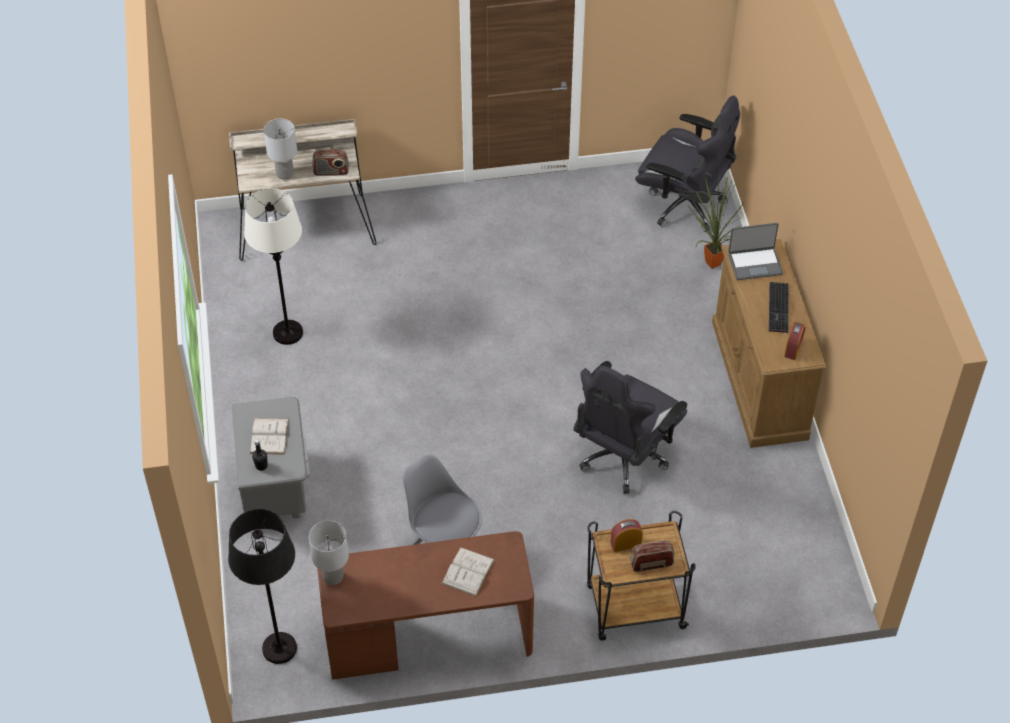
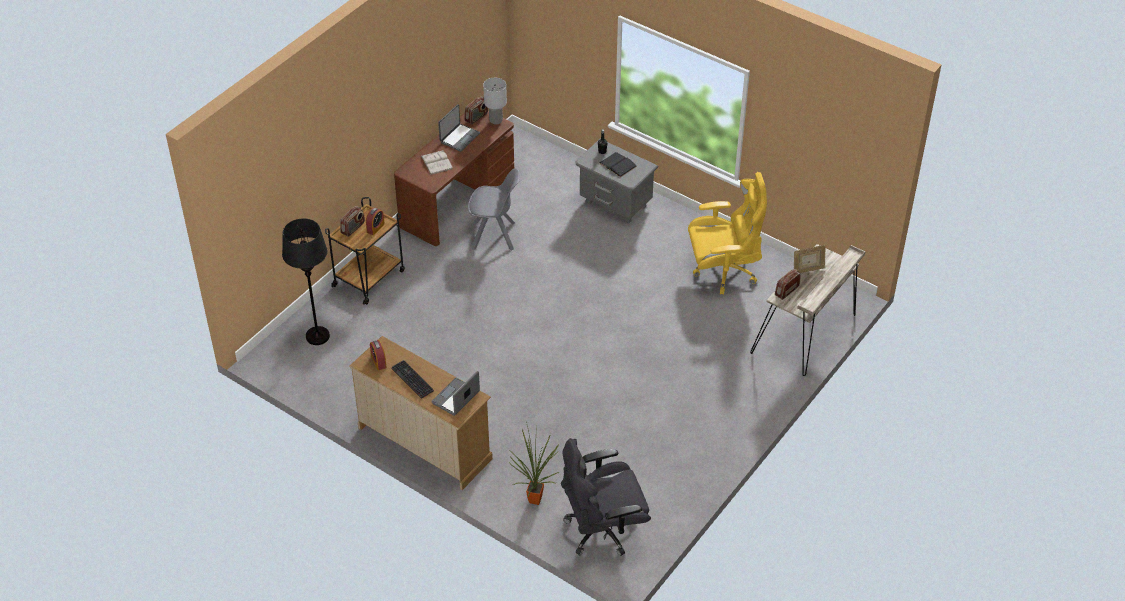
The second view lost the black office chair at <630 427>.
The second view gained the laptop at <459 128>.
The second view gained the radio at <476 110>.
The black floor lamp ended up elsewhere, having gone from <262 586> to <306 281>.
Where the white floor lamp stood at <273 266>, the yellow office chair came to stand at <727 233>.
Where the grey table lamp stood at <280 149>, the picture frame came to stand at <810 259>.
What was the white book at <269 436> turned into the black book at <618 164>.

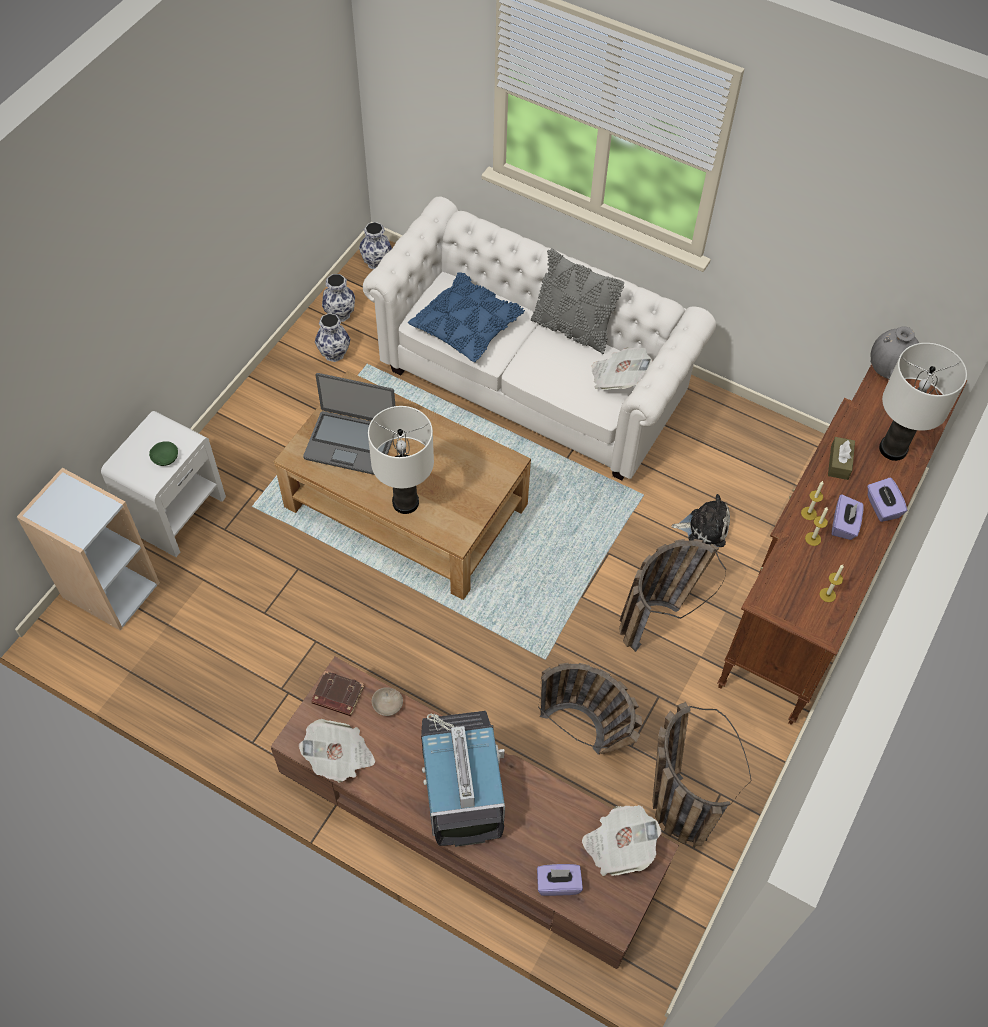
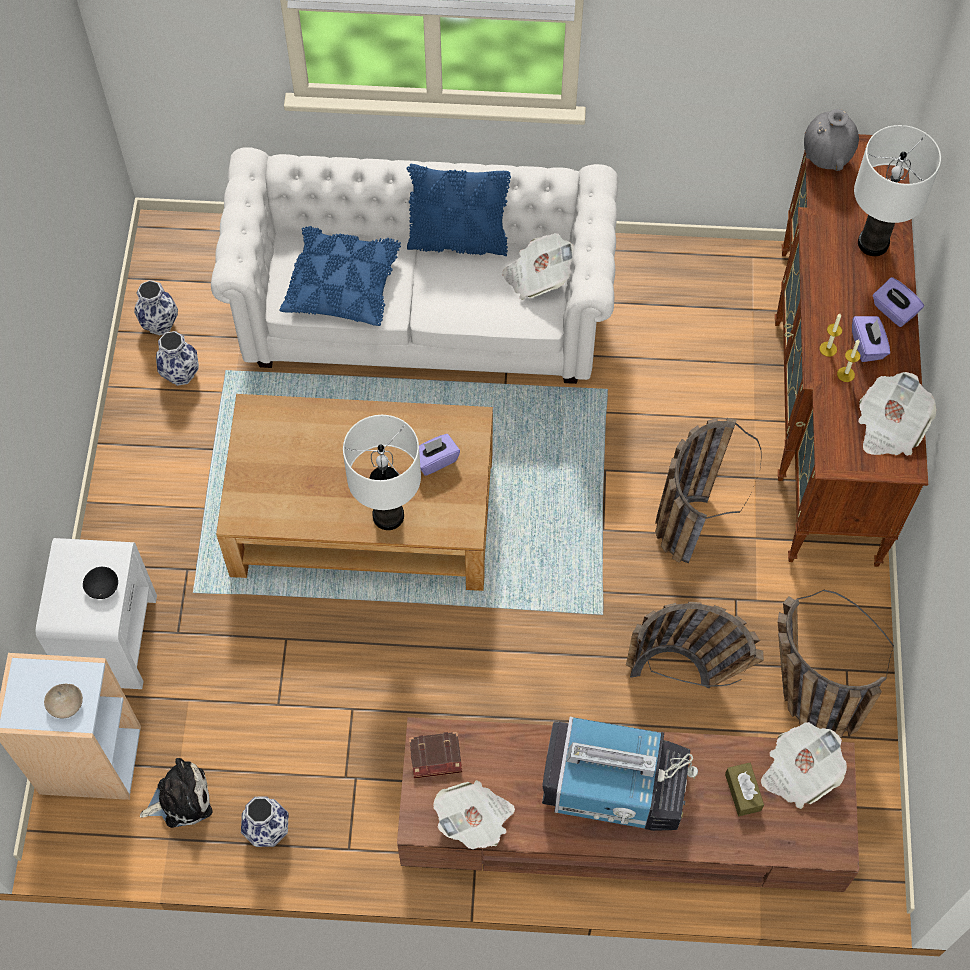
The second view lost the laptop at <349 424>.
The vase ended up elsewhere, having gone from <375 246> to <265 821>.
The beige bowl ended up elsewhere, having gone from <387 701> to <63 701>.
The purple tissue box ended up elsewhere, having gone from <560 880> to <439 455>.
The plush toy ended up elsewhere, having gone from <700 520> to <176 793>.
The brown tissue box ended up elsewhere, having gone from <841 458> to <744 789>.
Where the candle stood at <831 583>, the newspaper came to stand at <897 414>.
What was the green bowl at <163 453> turned into the black bowl at <100 583>.
What was the grey pillow at <577 301> turned into the blue pillow at <458 210>.
The television at <463 779> ended up facing another way, 135 degrees clockwise from before.

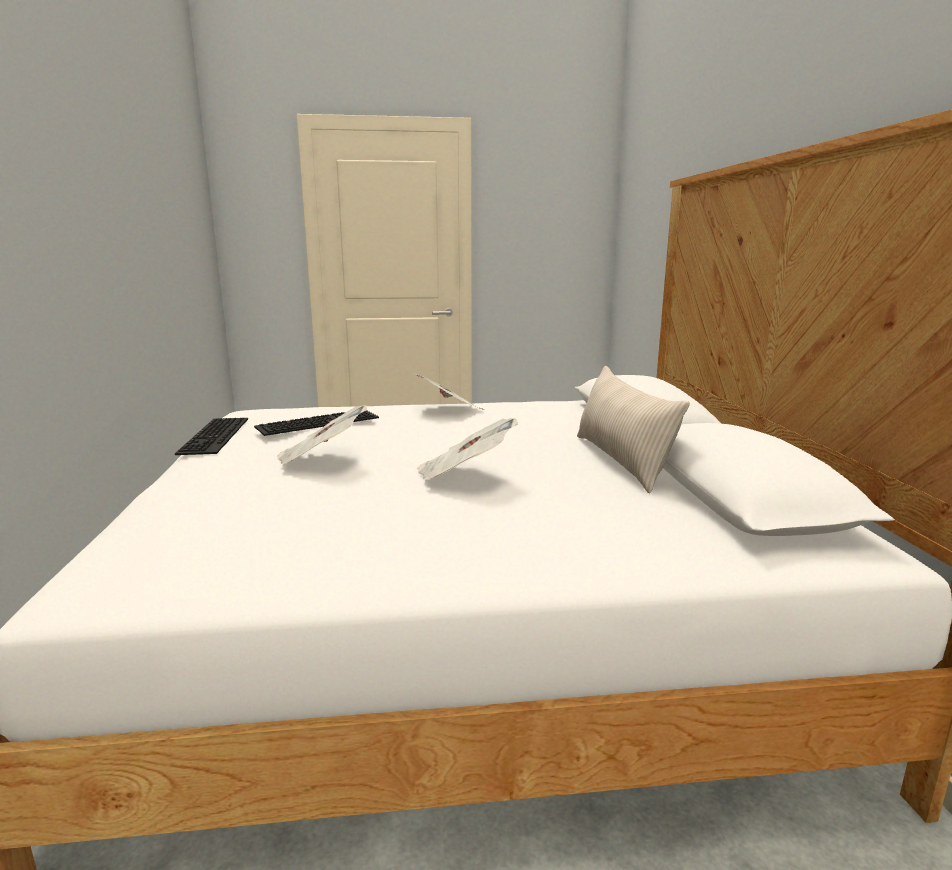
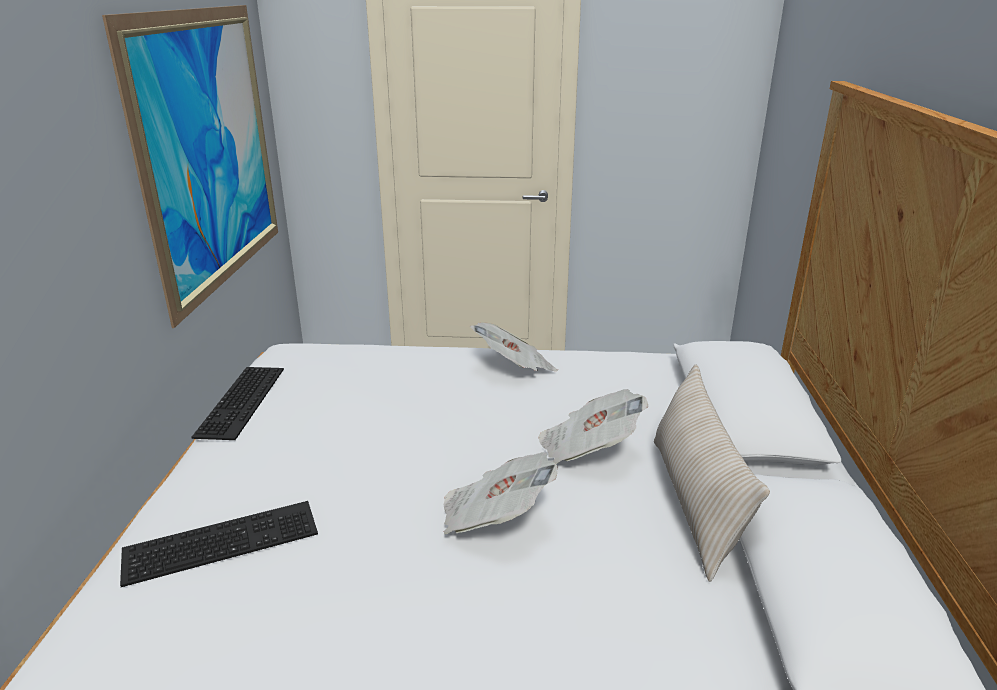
The second view gained the picture at <190 166>.
The keyboard ended up elsewhere, having gone from <316 423> to <219 544>.
The newspaper ended up elsewhere, having gone from <322 435> to <593 426>.

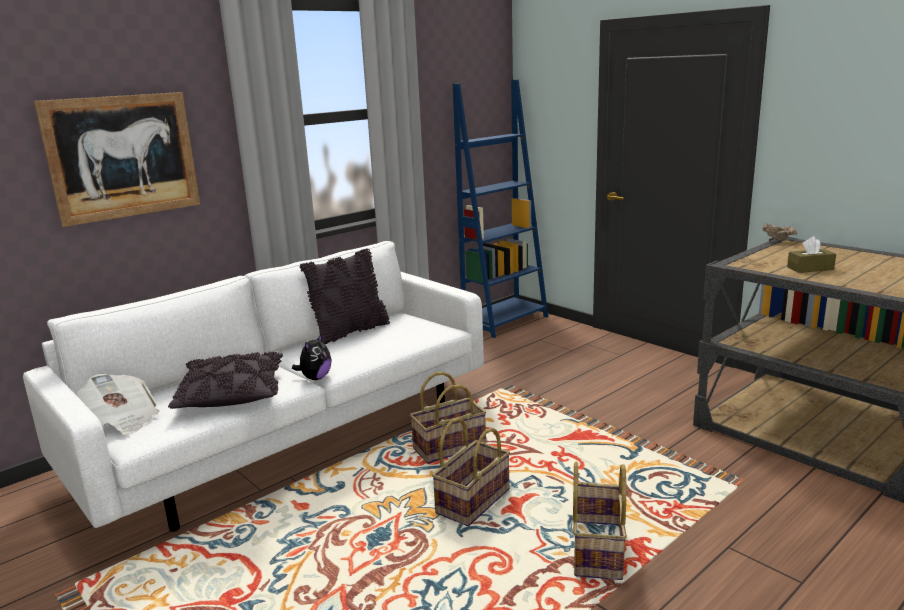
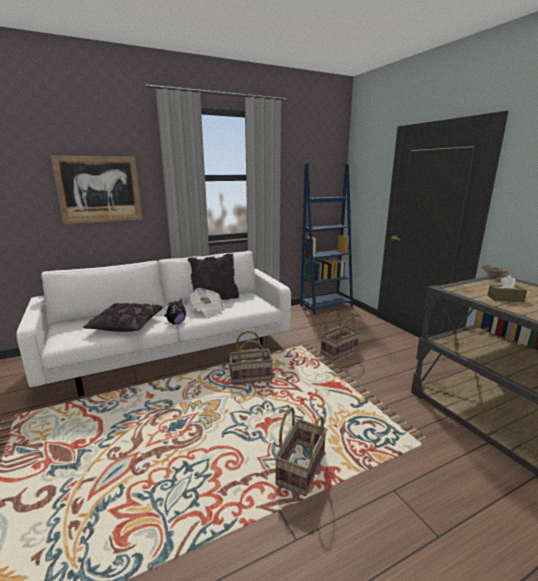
The newspaper ended up elsewhere, having gone from <118 404> to <207 303>.
The basket ended up elsewhere, having gone from <471 471> to <340 335>.

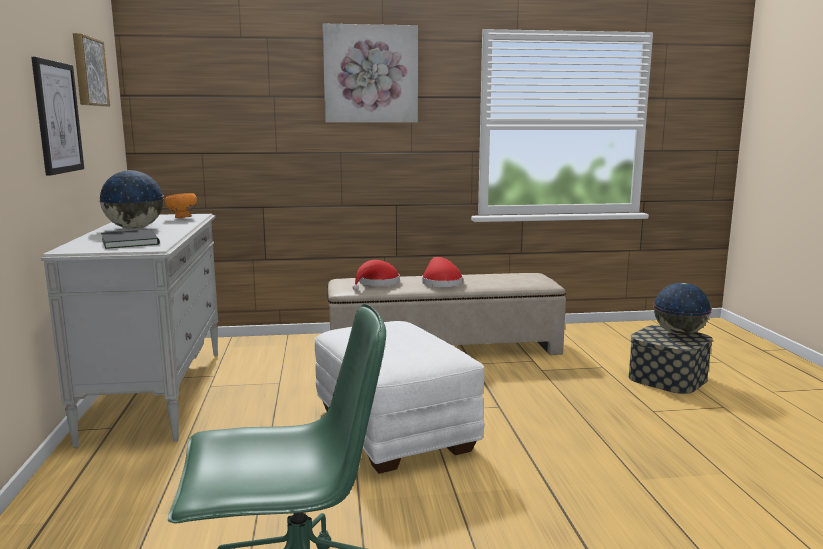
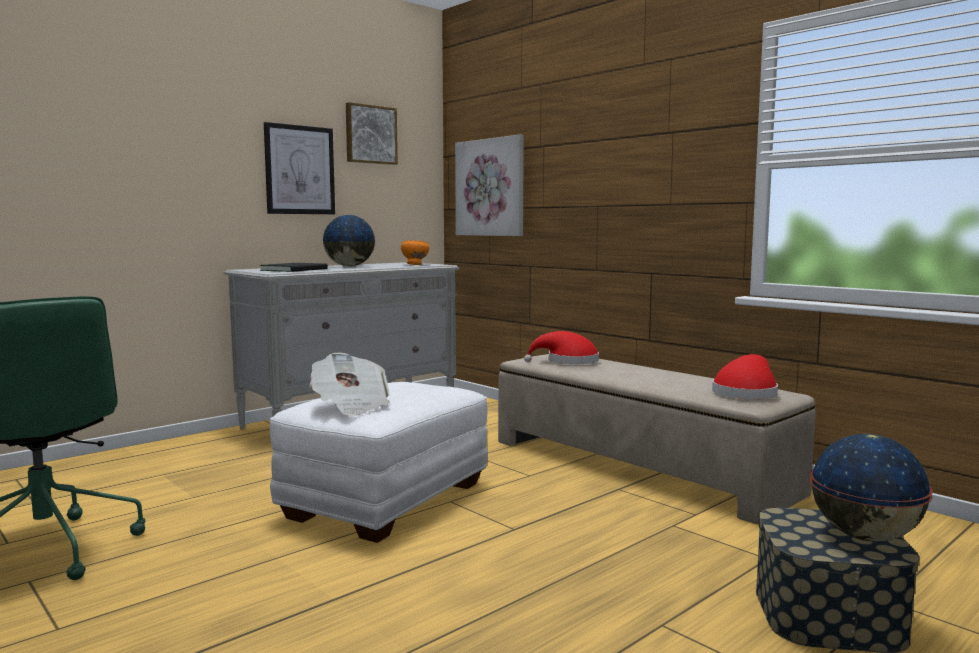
The second view gained the newspaper at <349 384>.
The picture ended up elsewhere, having gone from <370 73> to <489 185>.
The red hat ended up elsewhere, having gone from <442 272> to <745 376>.

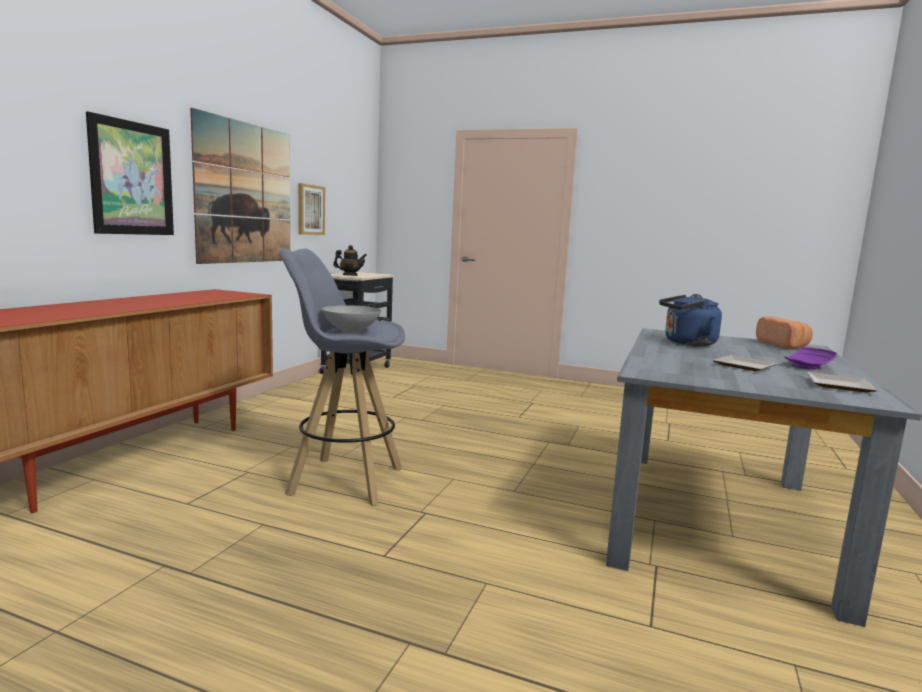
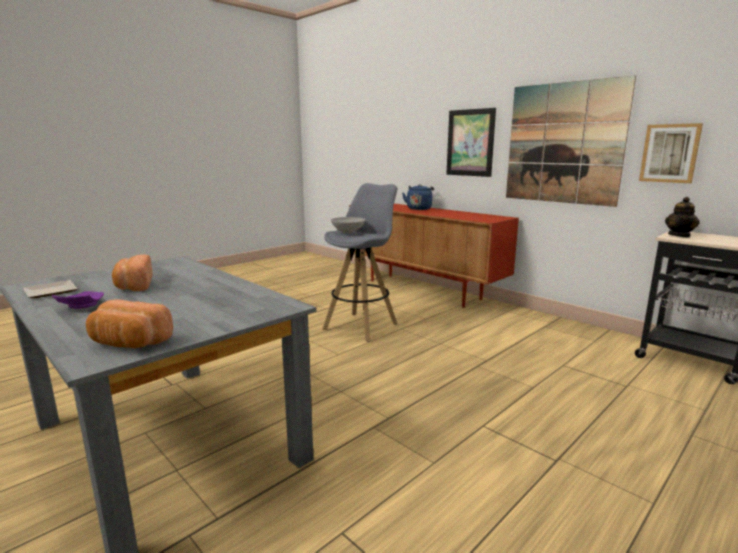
The blue kettle ended up elsewhere, having gone from <690 320> to <418 197>.
Where the plate stood at <745 363>, the bread came to stand at <132 272>.

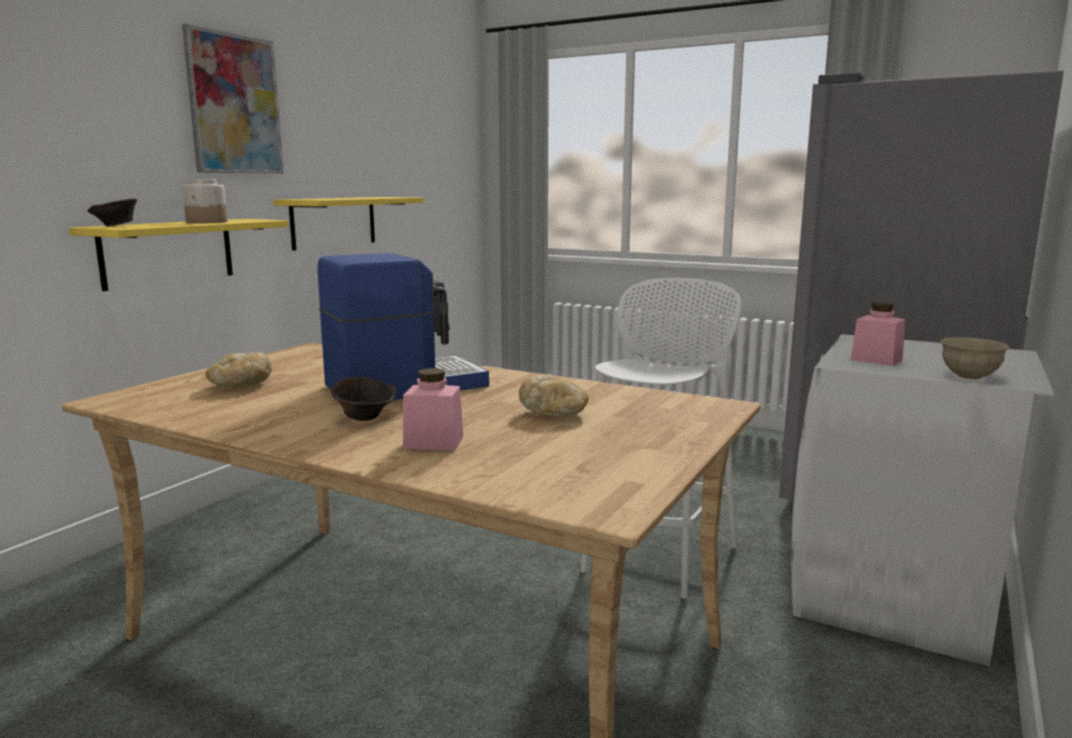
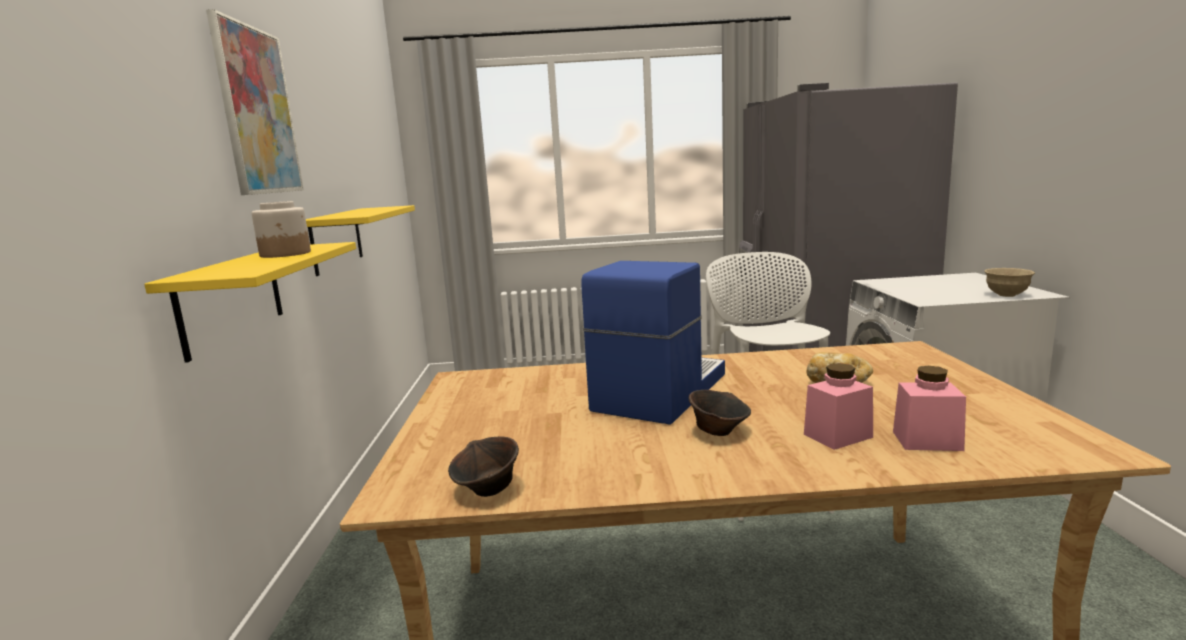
The second view lost the bread at <238 369>.
The brown bowl ended up elsewhere, having gone from <112 212> to <483 466>.
The pink jar ended up elsewhere, having gone from <878 334> to <929 408>.

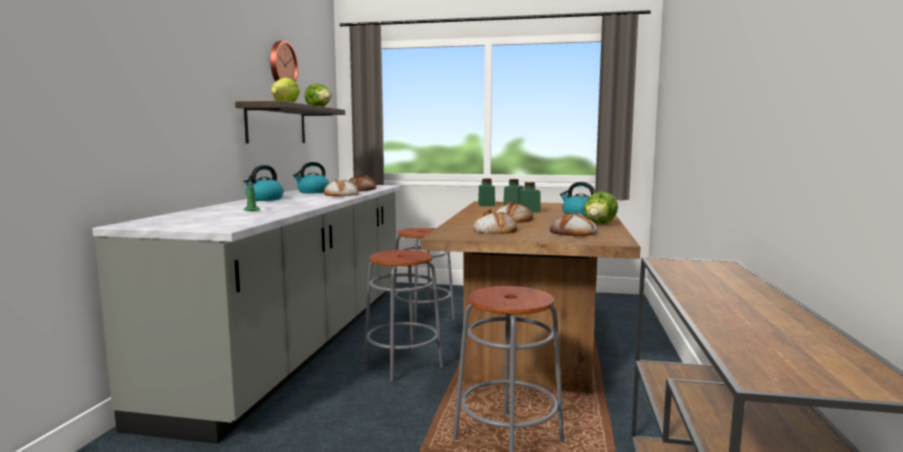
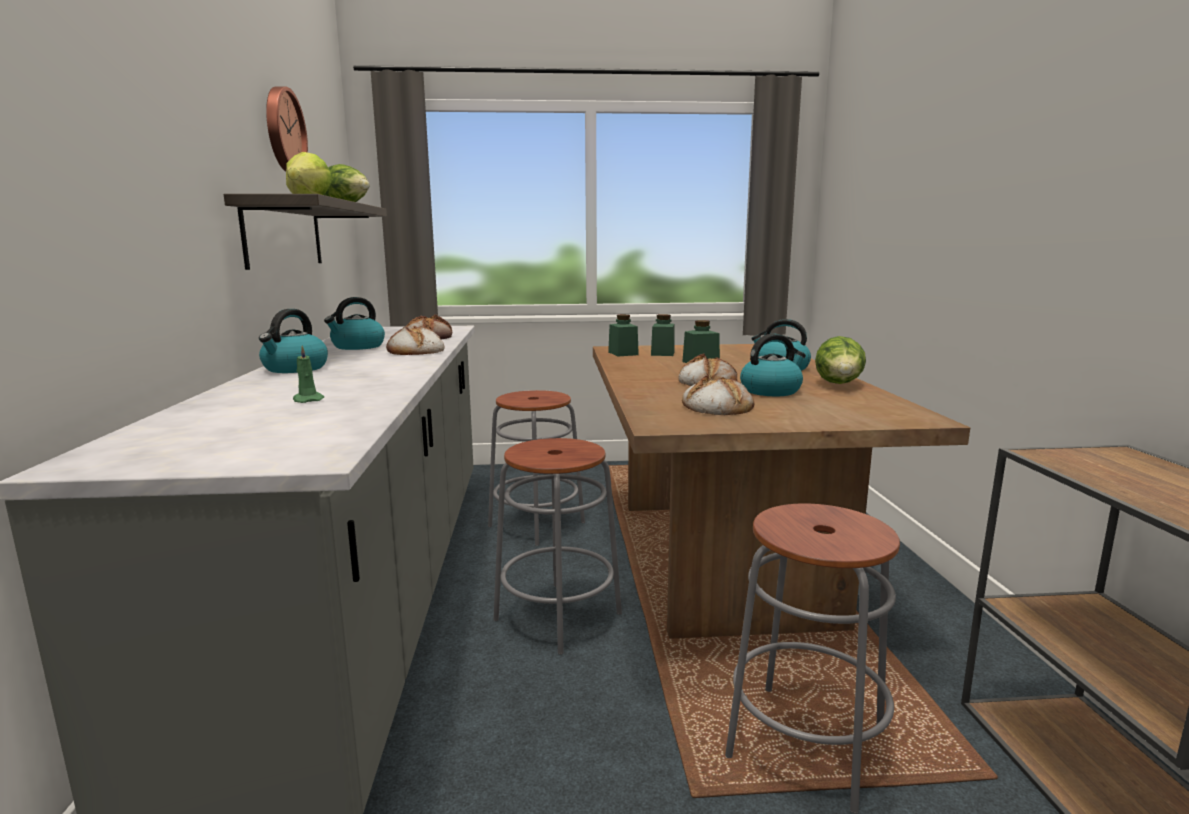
The second view lost the bread at <574 224>.
The second view gained the kettle at <773 365>.

